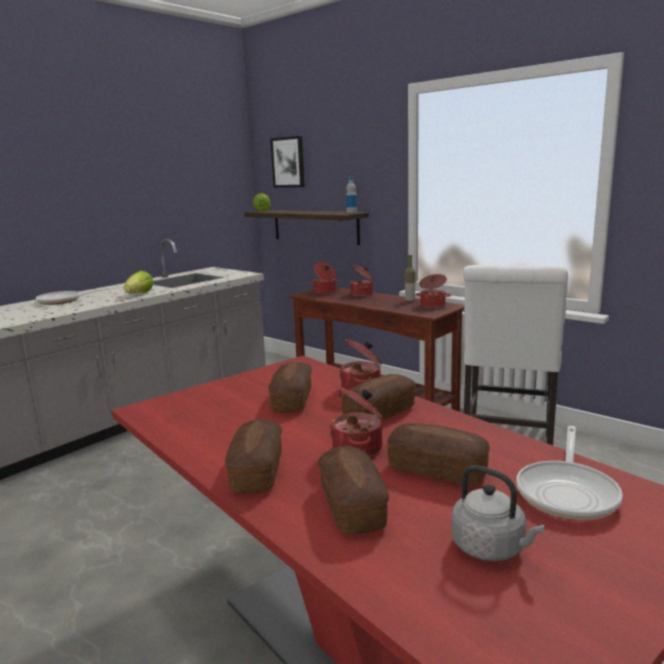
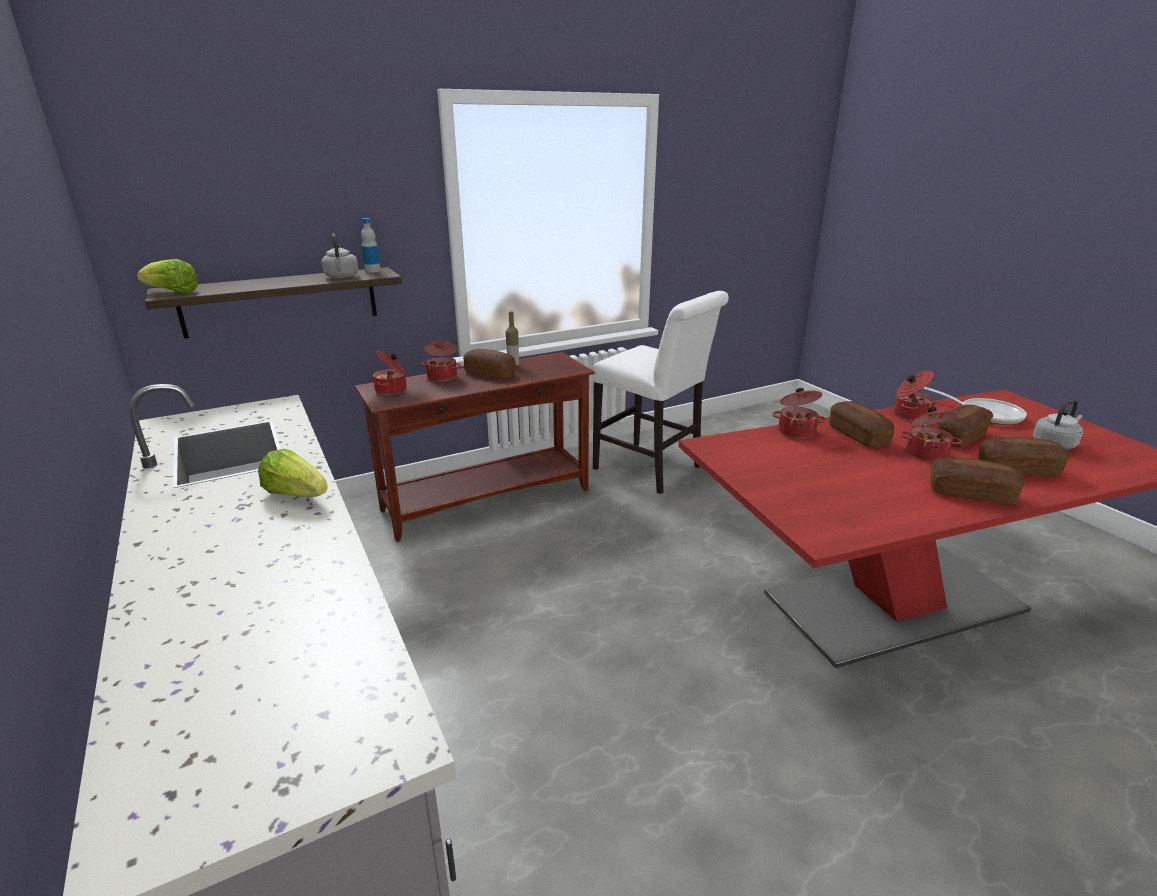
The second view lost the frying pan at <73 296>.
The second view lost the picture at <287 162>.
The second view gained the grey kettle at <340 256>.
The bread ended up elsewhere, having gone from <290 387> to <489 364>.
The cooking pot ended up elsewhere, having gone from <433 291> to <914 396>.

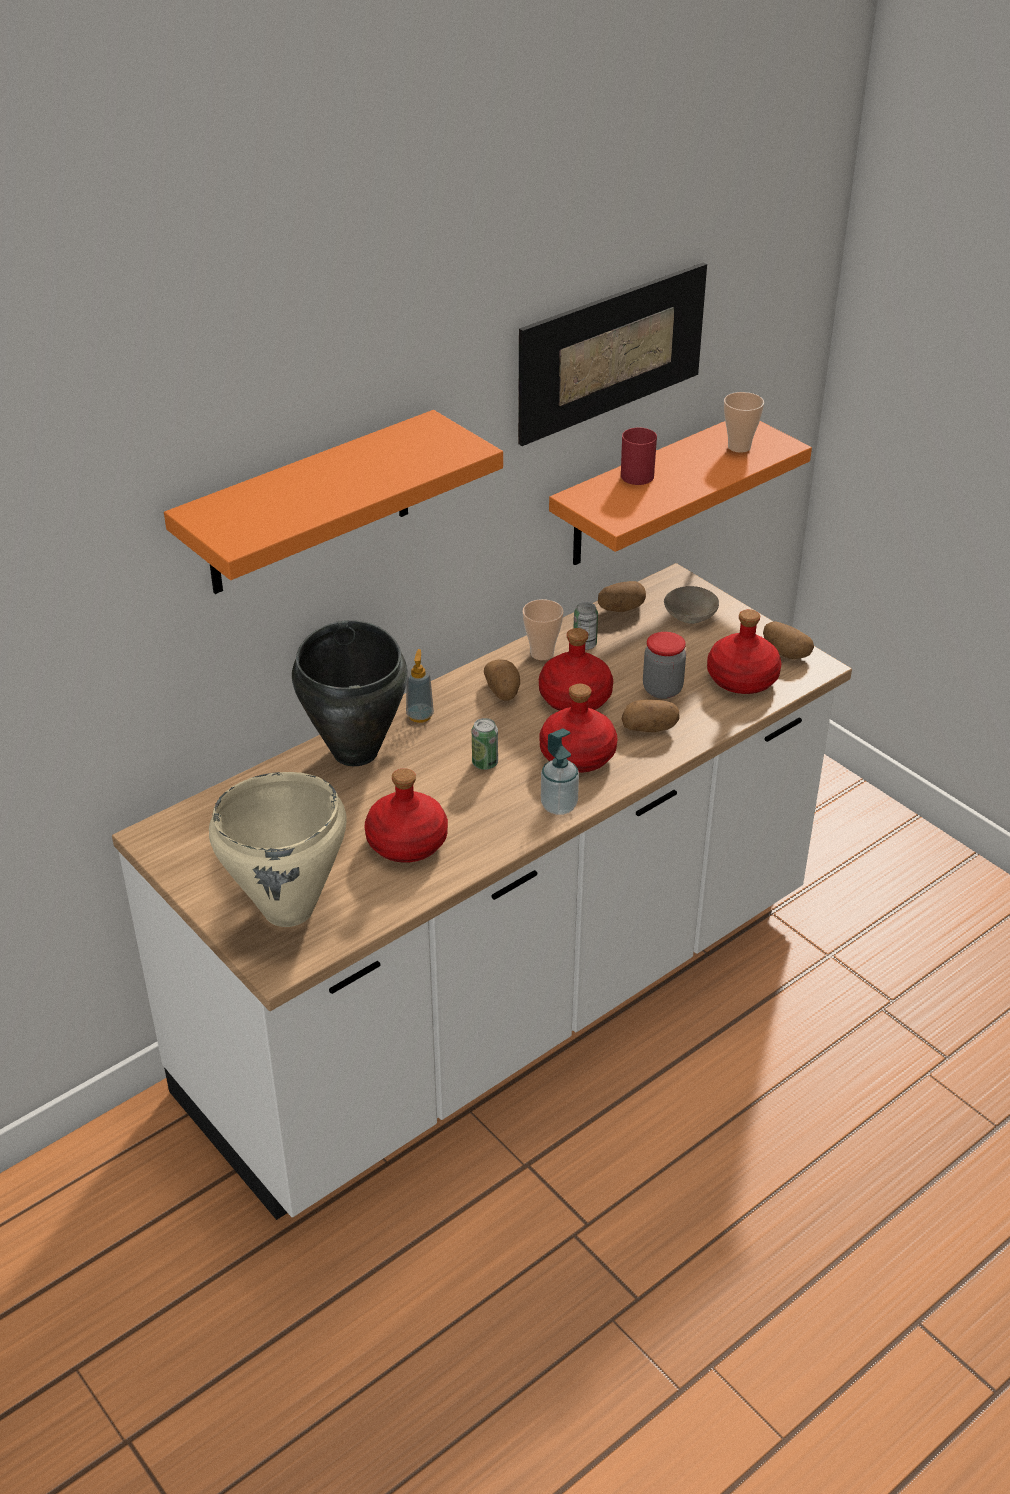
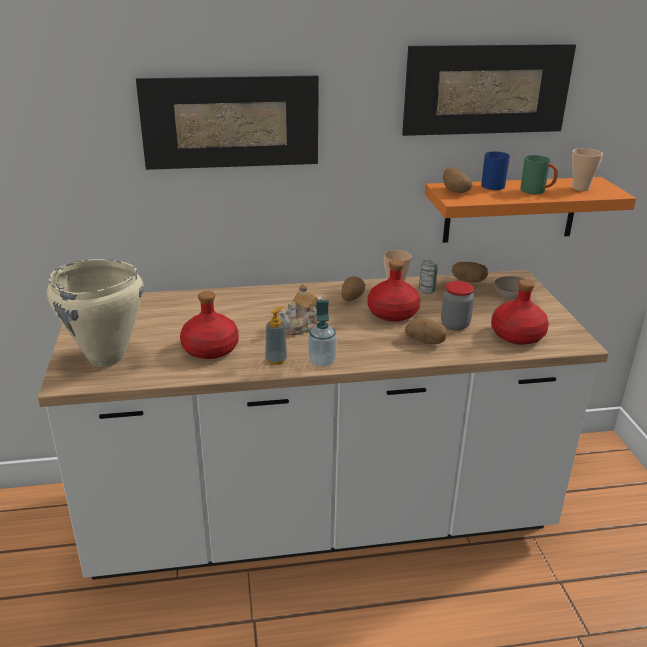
The second view lost the black cooking pot at <350 693>.
The second view lost the red bottle at <578 728>.
The second view gained the green mug at <539 174>.
The soap dispenser ended up elsewhere, having gone from <420 686> to <276 335>.
The potato ended up elsewhere, having gone from <788 640> to <457 180>.
Where the orange shelf hung at <333 502>, the picture came to hang at <227 123>.
Where the can stood at <485 744>, the teapot came to stand at <300 309>.
What was the red mug at <639 456> turned into the blue mug at <495 170>.

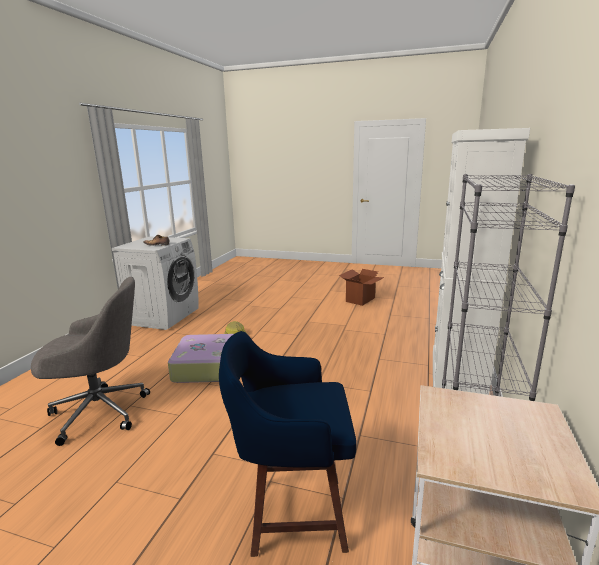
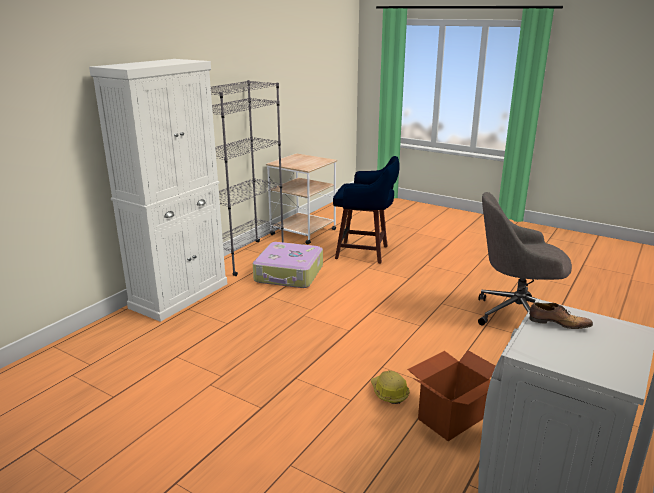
The suitcase ended up elsewhere, having gone from <200 358> to <288 265>.
The cardboard box ended up elsewhere, having gone from <361 287> to <451 395>.

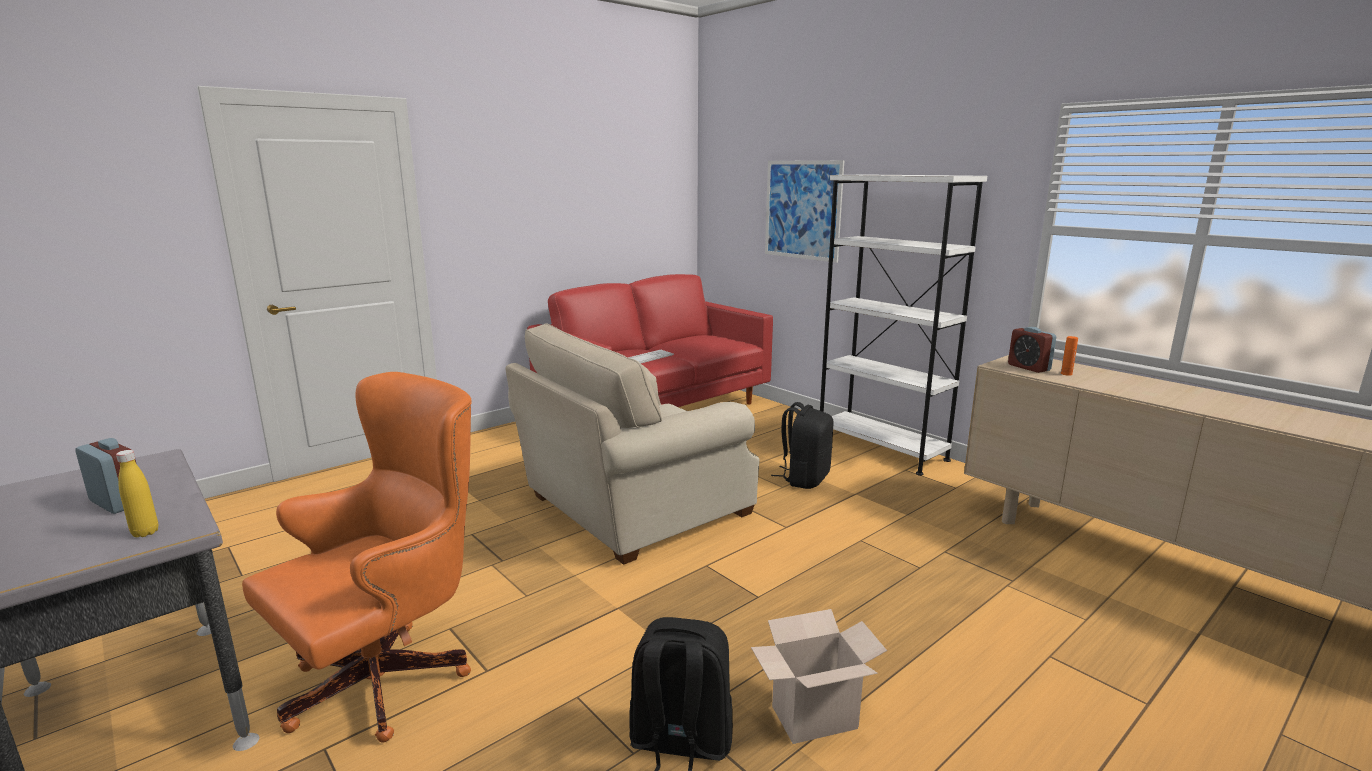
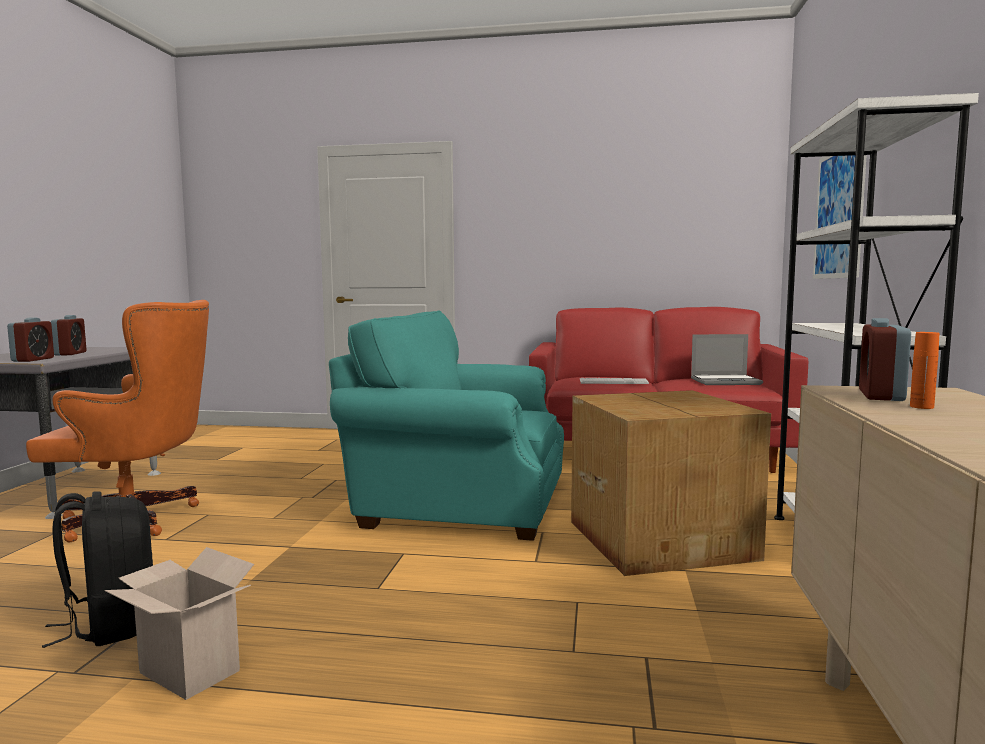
The second view gained the laptop at <727 359>.
Where the yellow bottle stood at <137 493>, the alarm clock came to stand at <30 340>.
Where the black backpack stood at <802 445>, the cardboard box came to stand at <671 483>.
What was the beige armchair at <632 444> turned into the turquoise armchair at <446 425>.

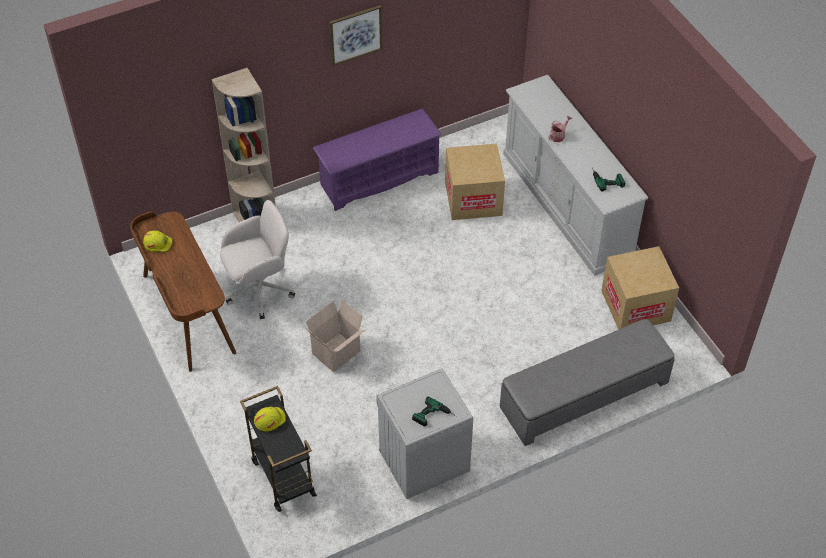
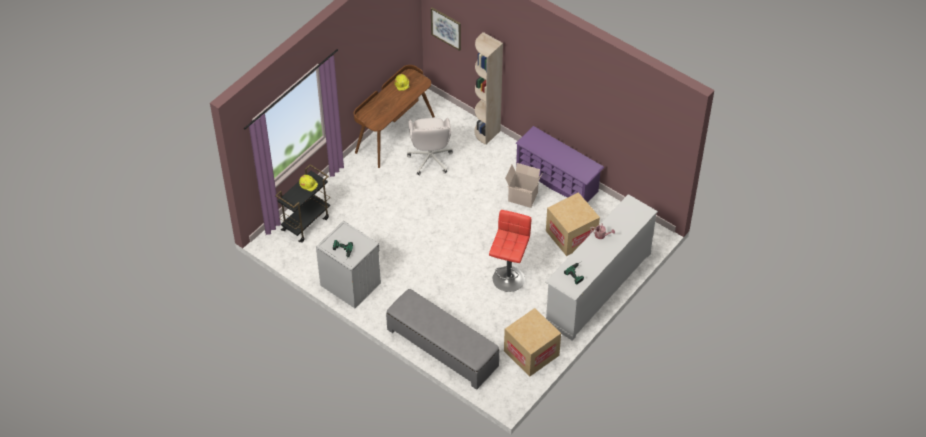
The second view gained the red stool at <510 251>.
The cardboard box ended up elsewhere, having gone from <335 336> to <524 185>.
The picture ended up elsewhere, having gone from <355 35> to <446 29>.
The white office chair at <257 259> ended up facing another way, 45 degrees clockwise from before.

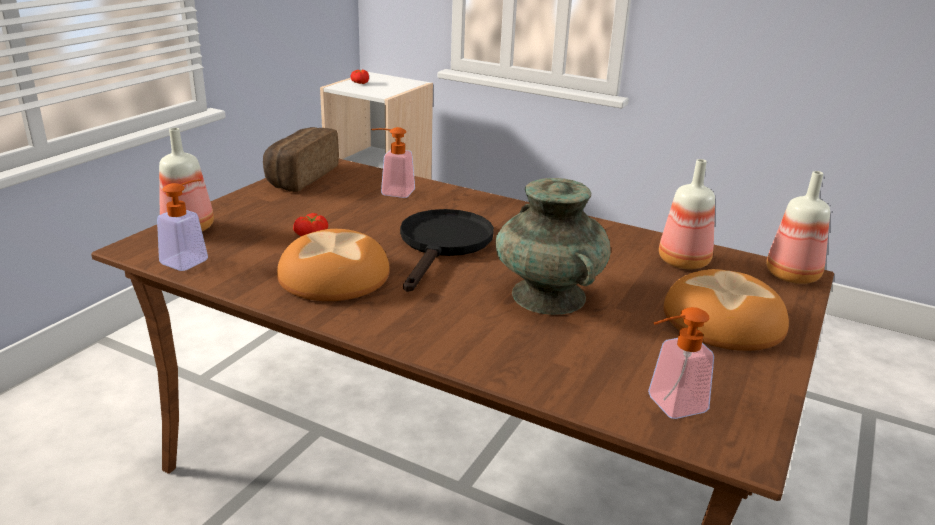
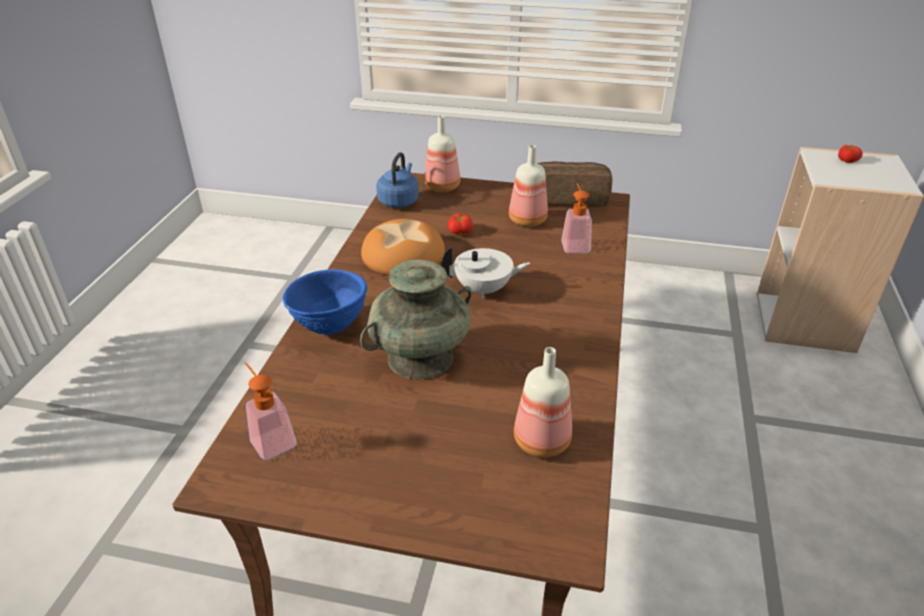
The second view lost the bread at <726 310>.
The second view gained the blue bowl at <325 302>.
The bottle ended up elsewhere, having gone from <798 227> to <528 186>.
Where the soap dispenser stood at <182 225>, the blue kettle came to stand at <397 180>.
Where the black frying pan stood at <447 250>, the white teapot came to stand at <486 272>.

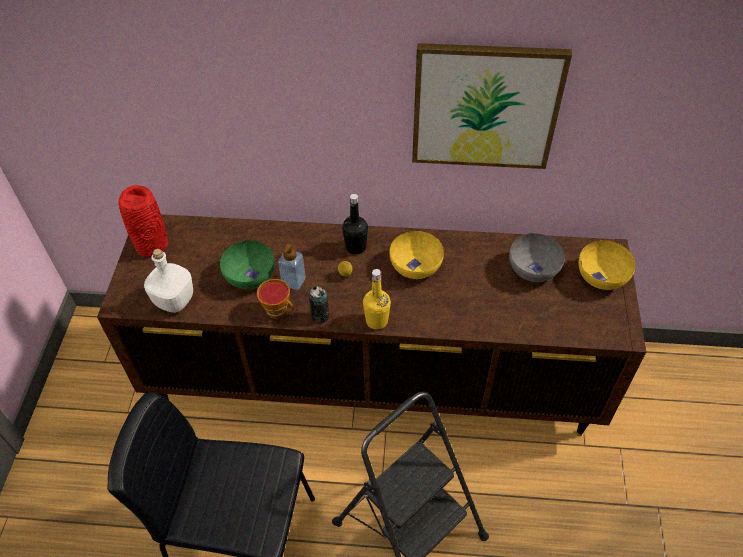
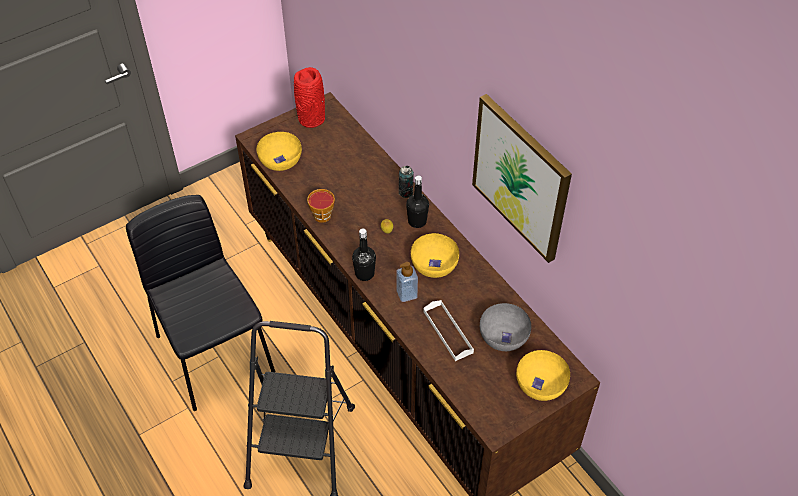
The second view lost the green bowl at <247 264>.
The second view gained the white tray at <448 330>.
The soap dispenser ended up elsewhere, having gone from <292 267> to <407 282>.
The can ended up elsewhere, having gone from <319 304> to <406 182>.
Where the white bottle stood at <168 281>, the yellow bowl came to stand at <279 151>.
What was the yellow bottle at <377 299> turned into the black bottle at <364 255>.

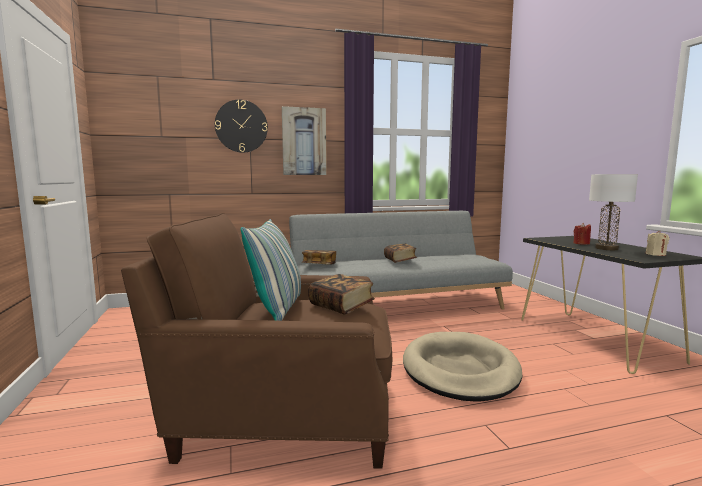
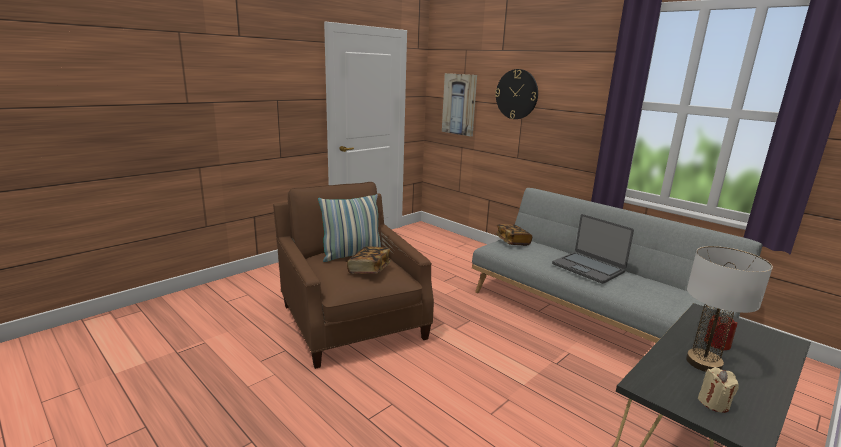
The second view lost the beige dog bed at <462 366>.
The picture ended up elsewhere, having gone from <304 140> to <459 104>.
Where the book stood at <400 253>, the laptop came to stand at <593 249>.

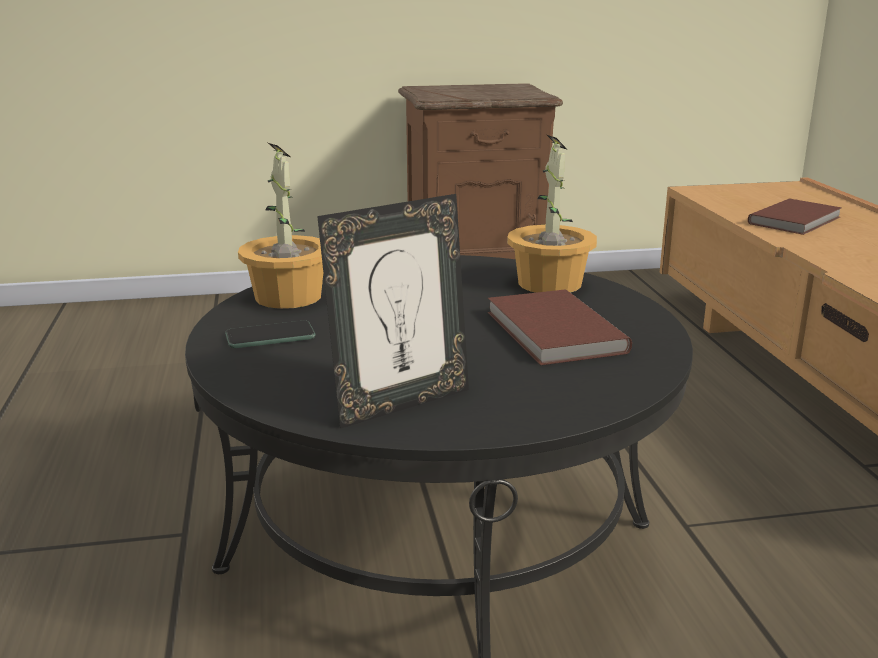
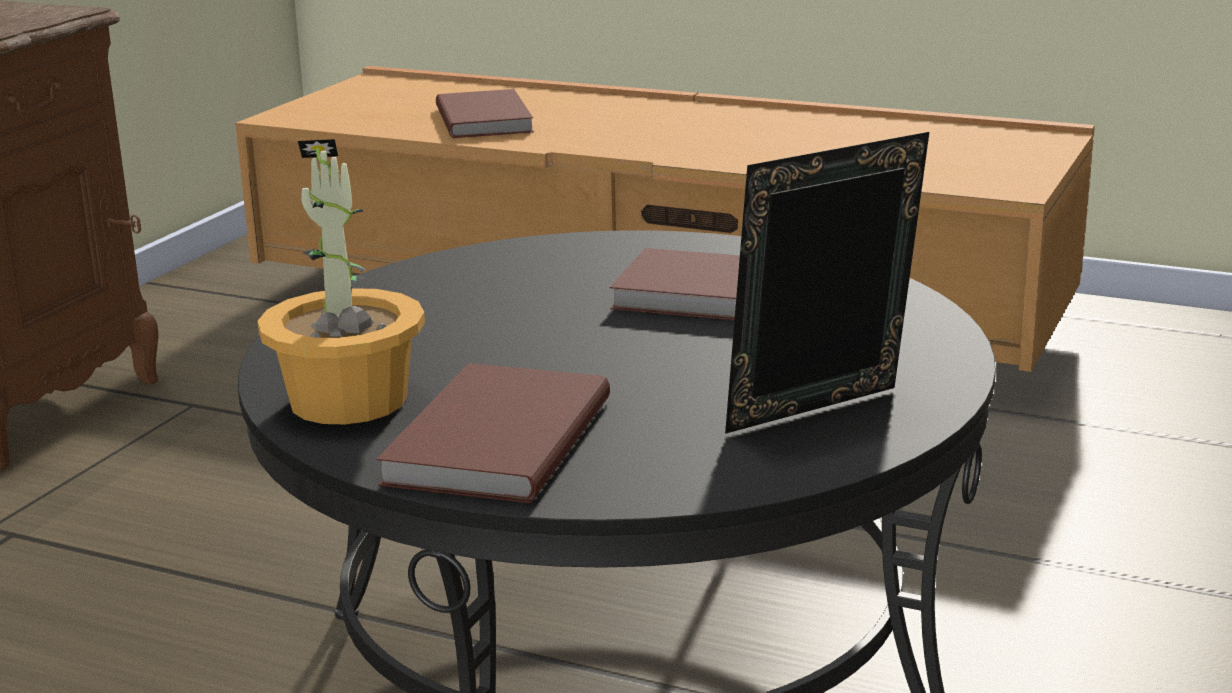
The second view lost the potted plant at <552 214>.
Where the phone stood at <270 334>, the brown book came to stand at <493 433>.
The picture frame at <393 311> ended up facing another way, 120 degrees counterclockwise from before.

